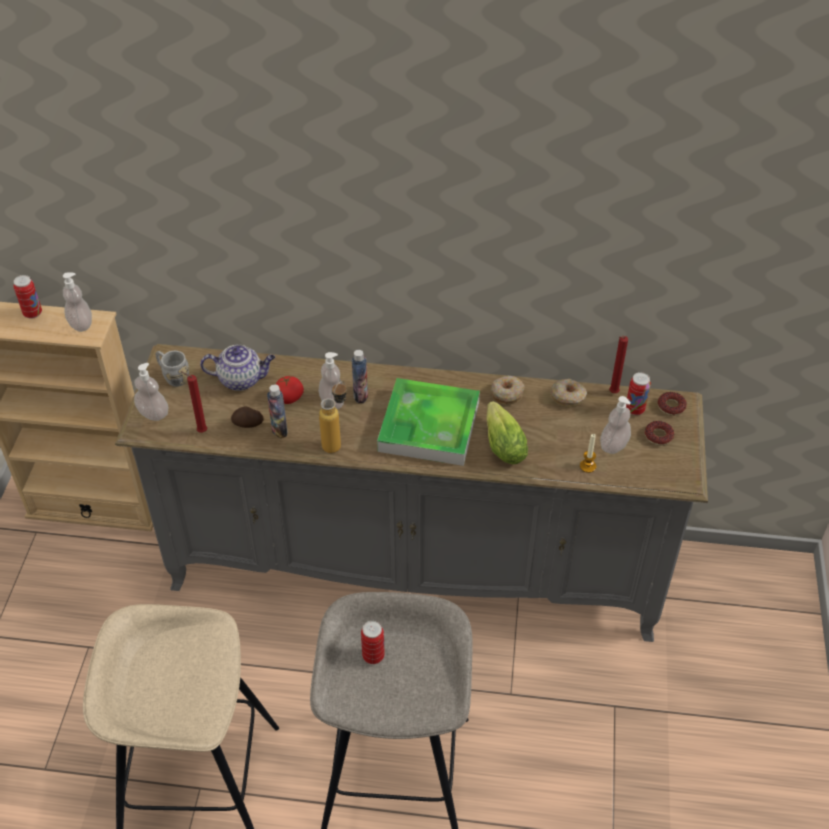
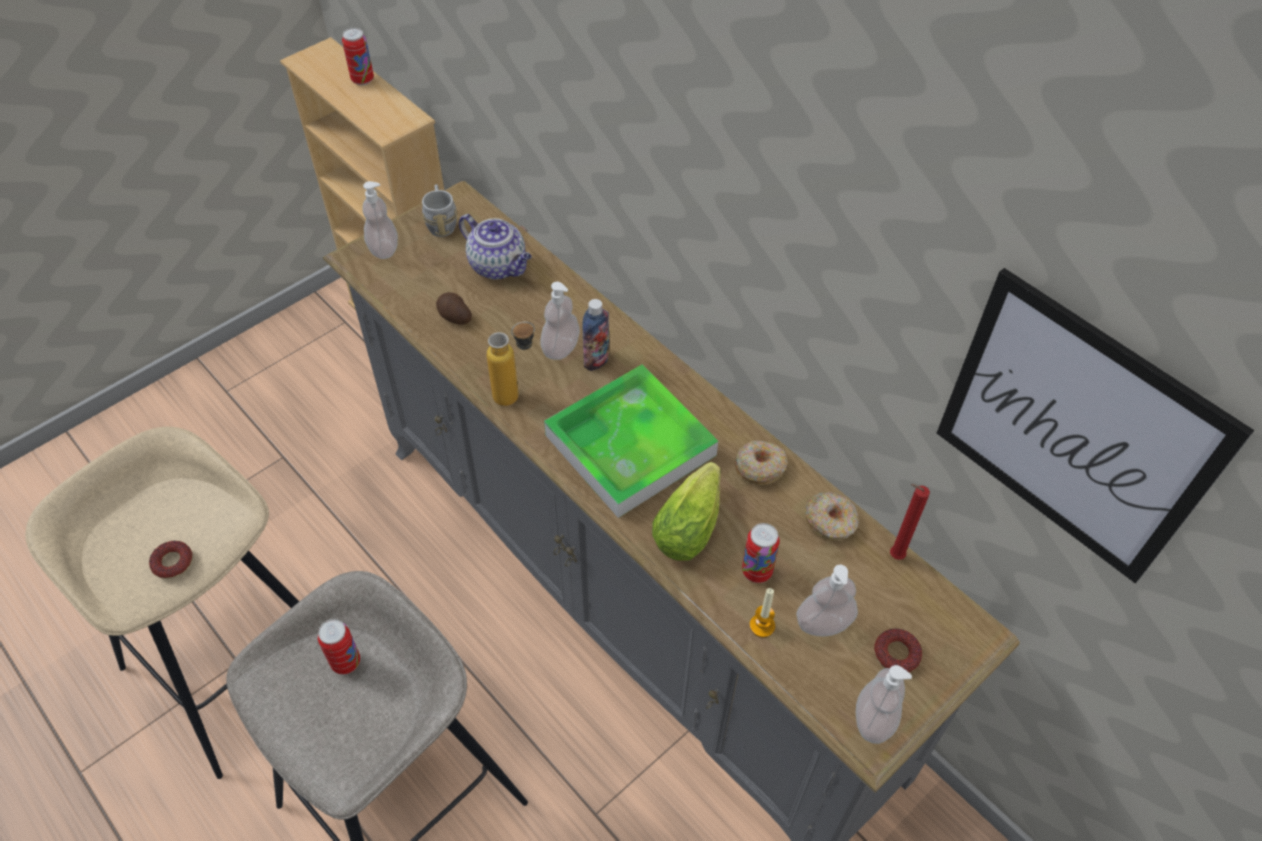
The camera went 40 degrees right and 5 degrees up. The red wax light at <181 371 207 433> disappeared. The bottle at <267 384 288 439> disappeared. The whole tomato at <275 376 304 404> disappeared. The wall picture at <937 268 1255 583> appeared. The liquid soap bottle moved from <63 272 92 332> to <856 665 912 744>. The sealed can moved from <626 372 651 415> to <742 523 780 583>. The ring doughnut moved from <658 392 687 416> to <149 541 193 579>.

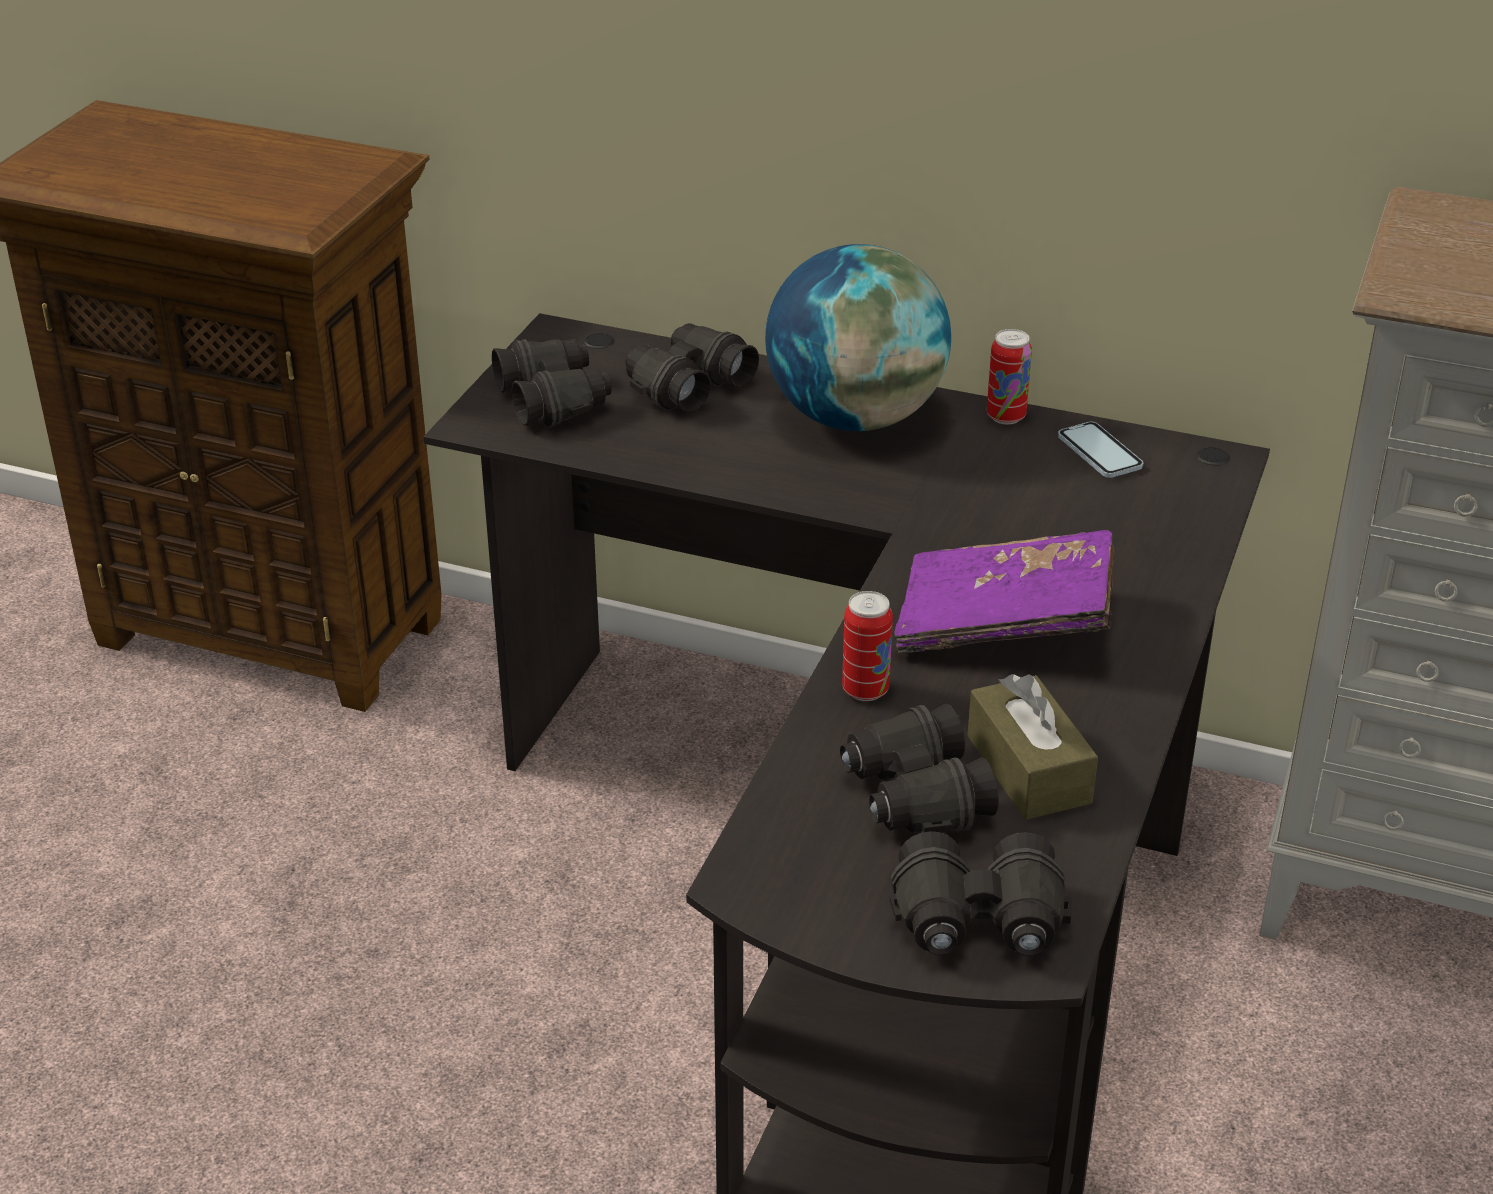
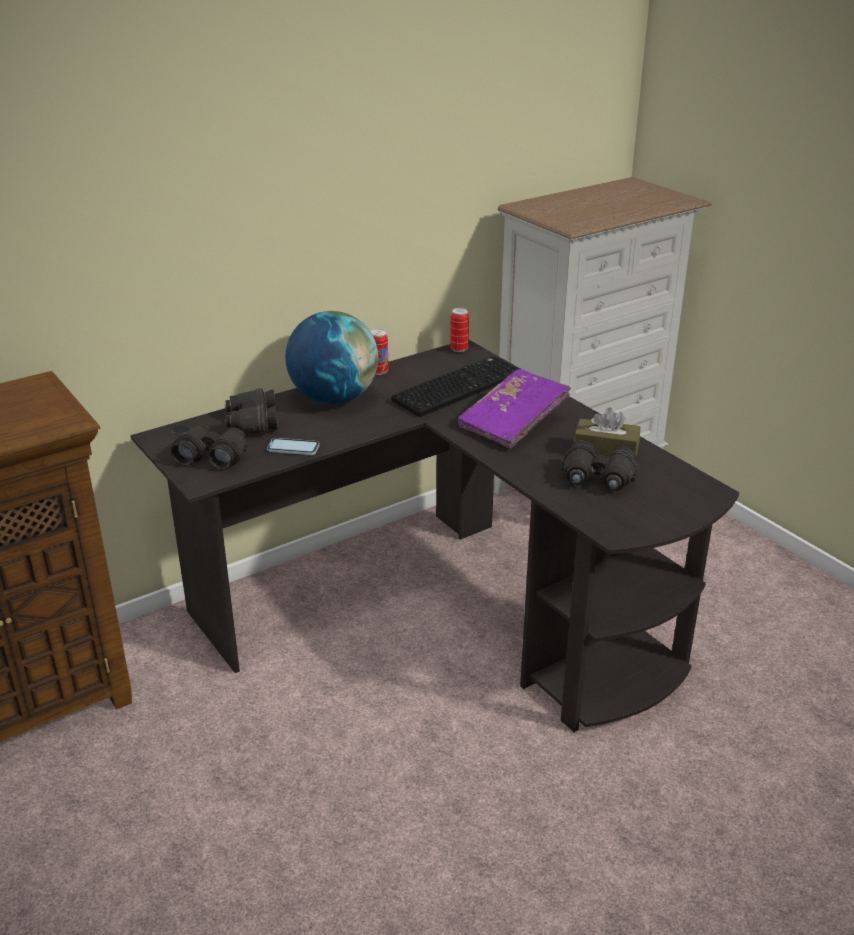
The camera went 55 degrees left and 5 degrees down. The black-coloured pair of binoculars at <890 831 1072 956> disappeared. The computer keyboard at <392 356 519 417> appeared. The sealed can moved from <842 591 893 701> to <450 308 469 352>. The phone moved from <1058 422 1143 478> to <267 438 320 455>.

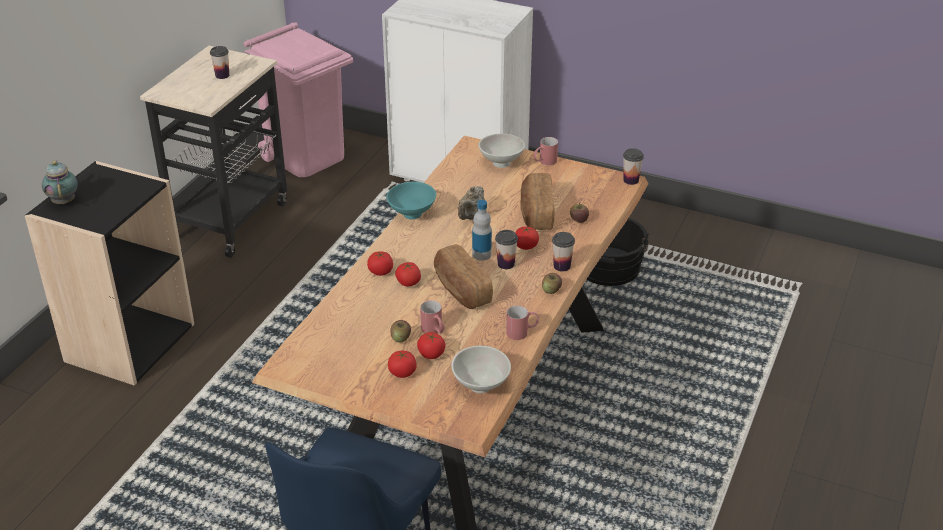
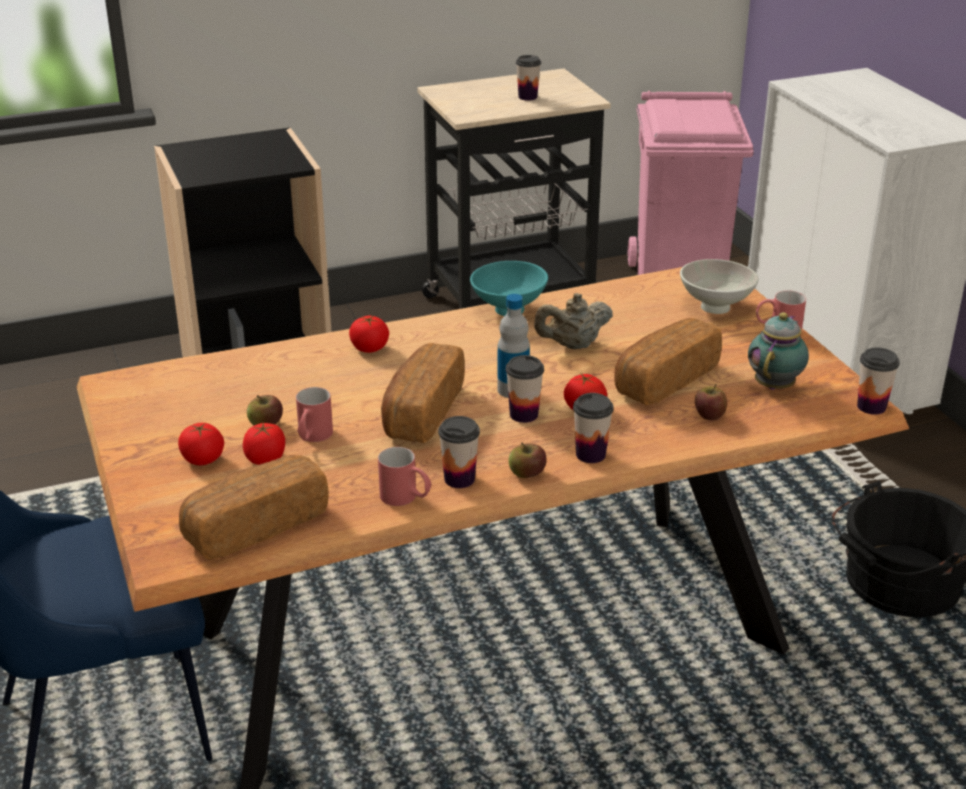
The camera went 45 degrees right and 5 degrees down. The whole tomato at <395 262 421 286> disappeared. The small cup at <438 416 480 488> appeared. The teapot moved from <42 161 78 205> to <748 312 809 390>. The white-coloured serving bowl at <451 346 511 393> was replaced by the baked bread at <179 455 329 560>.

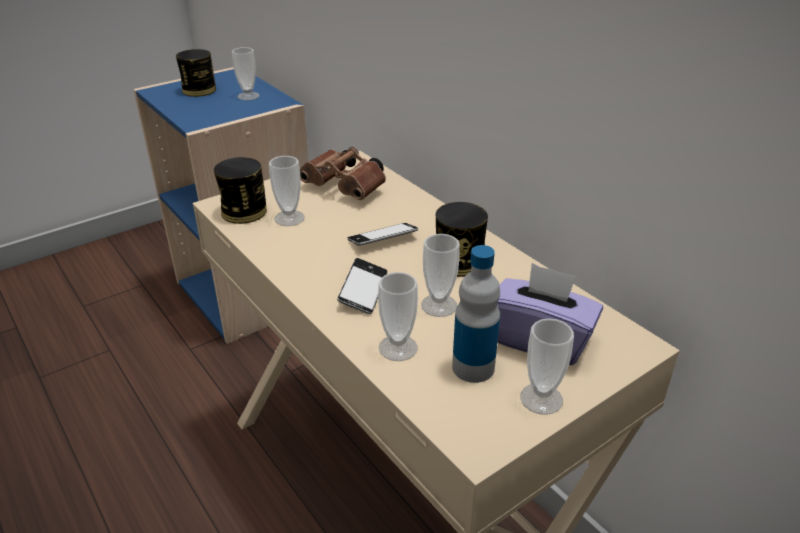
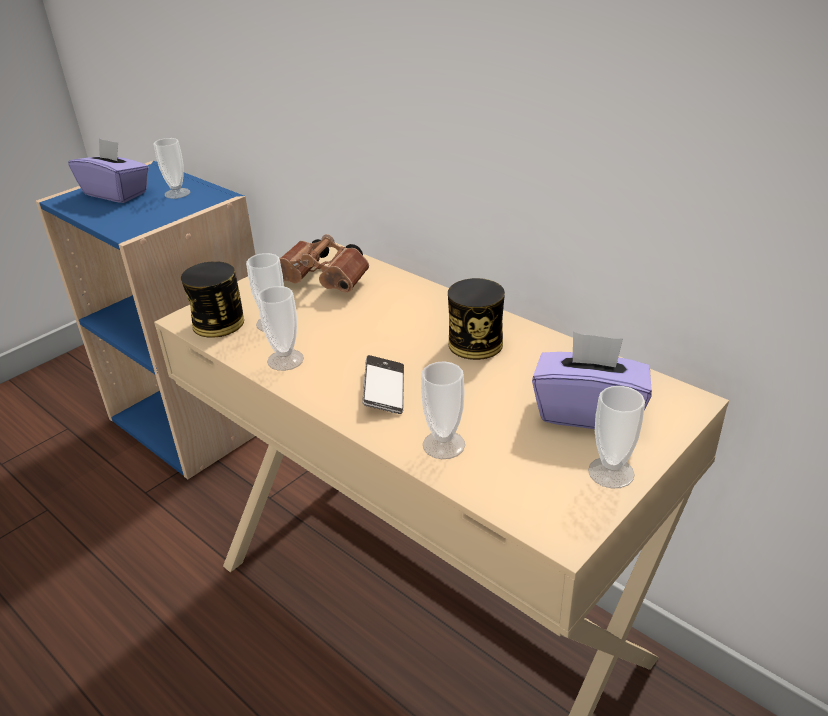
The camera went 10 degrees left and 0 degrees up. The phone at <347 223 418 246> disappeared. The bottle at <452 245 500 383> disappeared. The small cup moved from <421 234 460 317> to <257 286 304 371>. The sealed can at <176 49 216 97> was replaced by the purple-coloured tissue box at <68 138 149 203>.

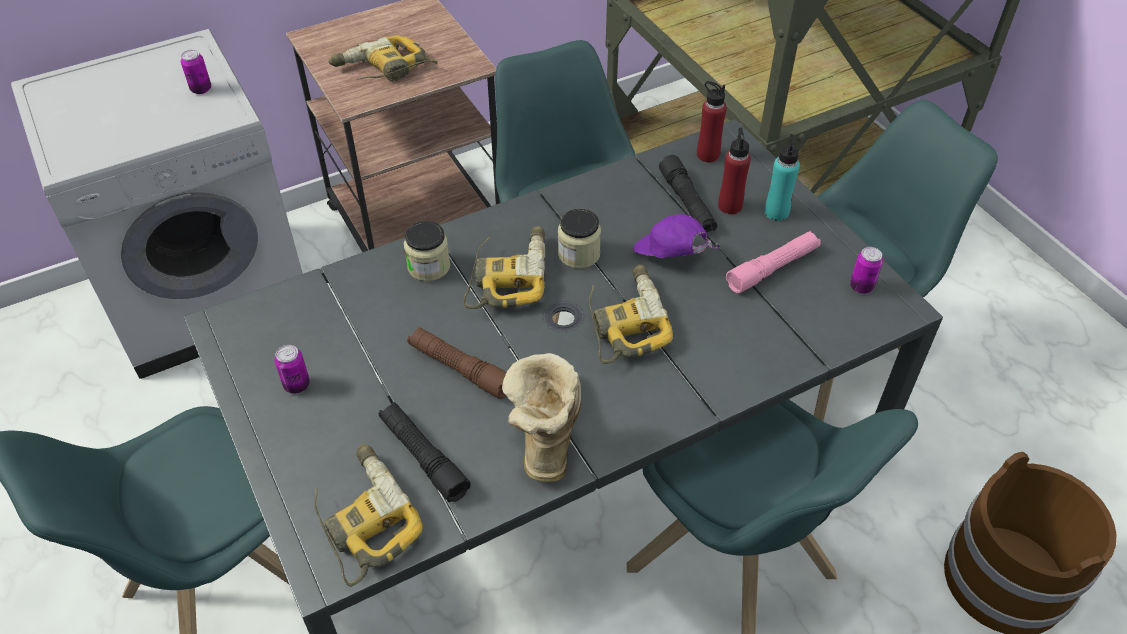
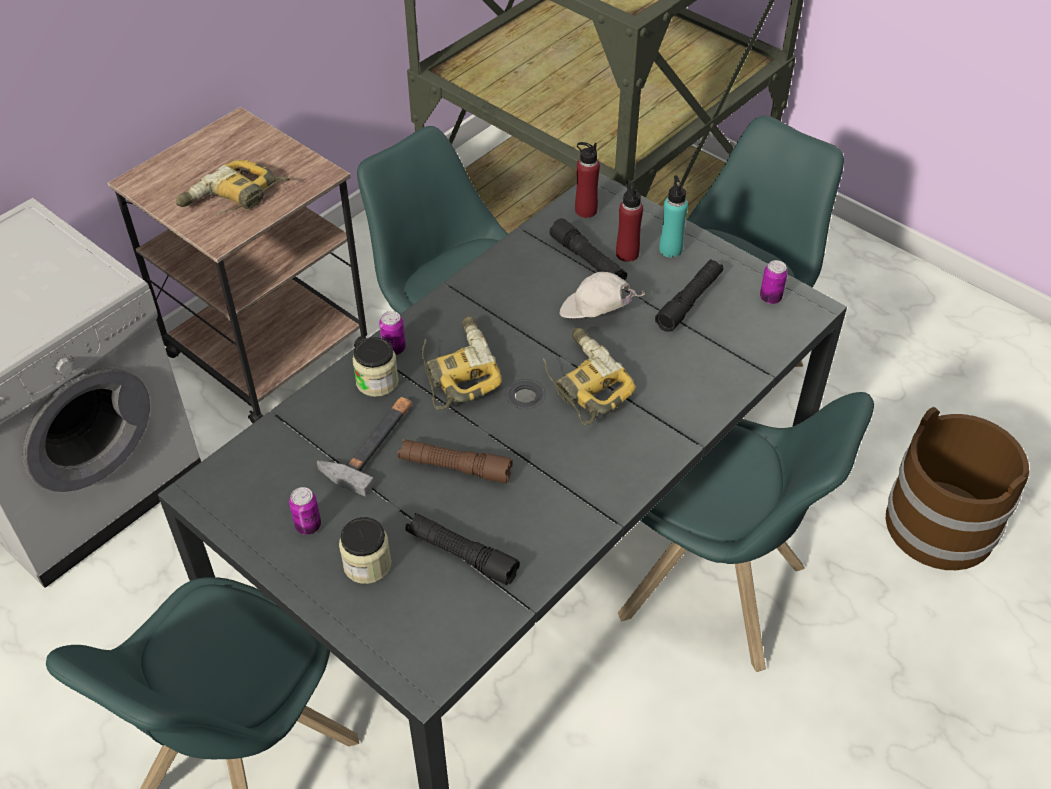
The camera went 20 degrees left and 0 degrees up. The power drill at <314 444 423 587> disappeared. The tall boot at <502 353 581 482> disappeared. The hammer at <317 397 412 497> appeared. The sealed can moved from <181 50 211 94> to <379 311 406 355>. The storage jar moved from <558 209 601 269> to <339 517 391 584>. The purple-coloured peaked cap at <633 214 721 258> became the white-coloured peaked cap at <560 272 645 318>. The pink-coloured hand torch at <726 231 821 293> became the black-coloured hand torch at <655 259 723 332>.

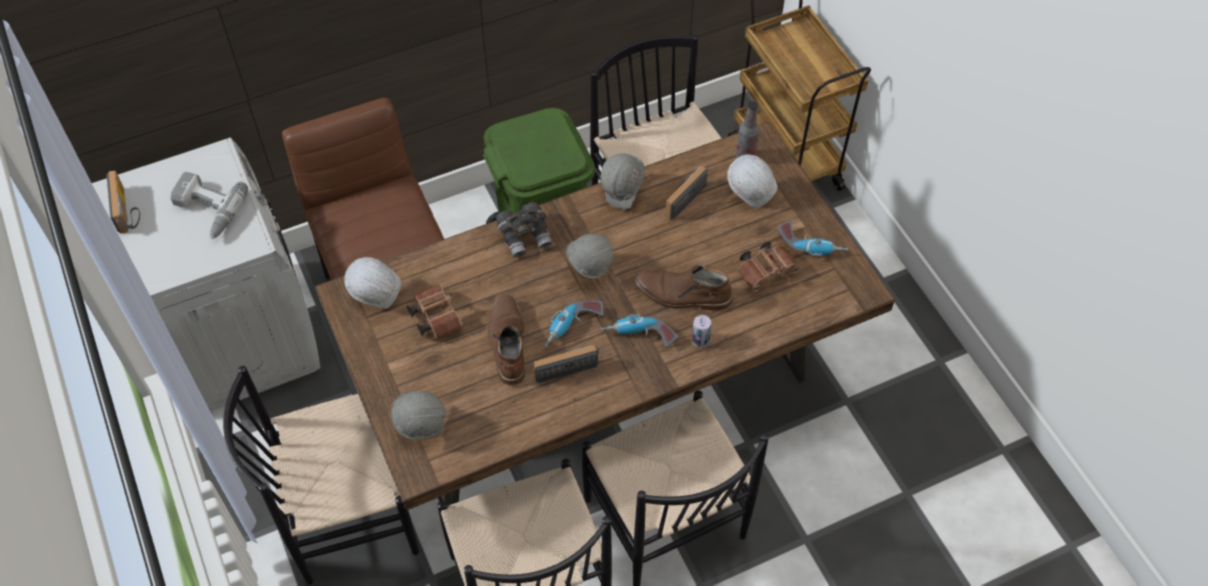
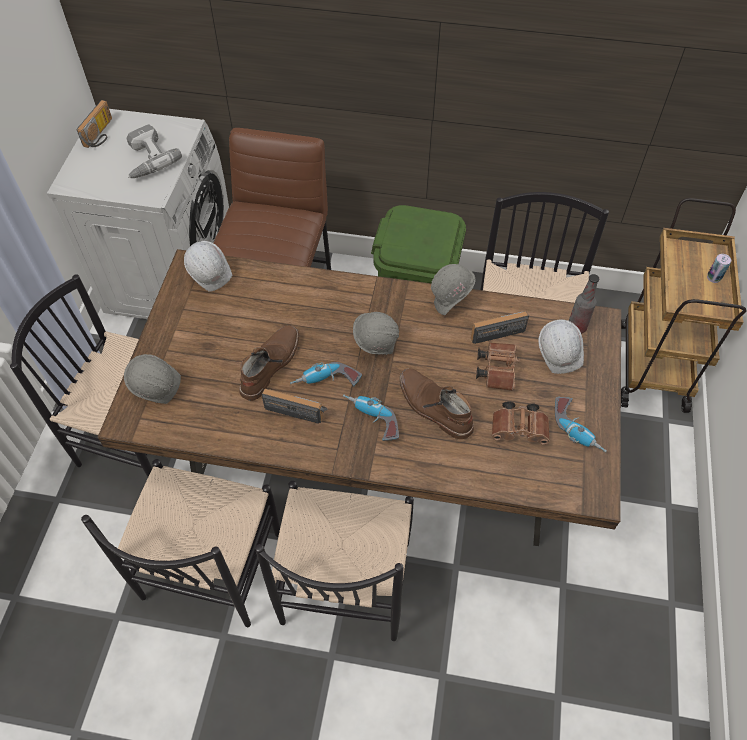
The camera went 35 degrees right and 0 degrees up. The greyish pair of binoculars at <496 202 552 257> disappeared. The brownish pair of binoculars moved from <407 284 464 339> to <476 342 519 391>. The sealed can moved from <692 315 711 348> to <707 254 731 283>.

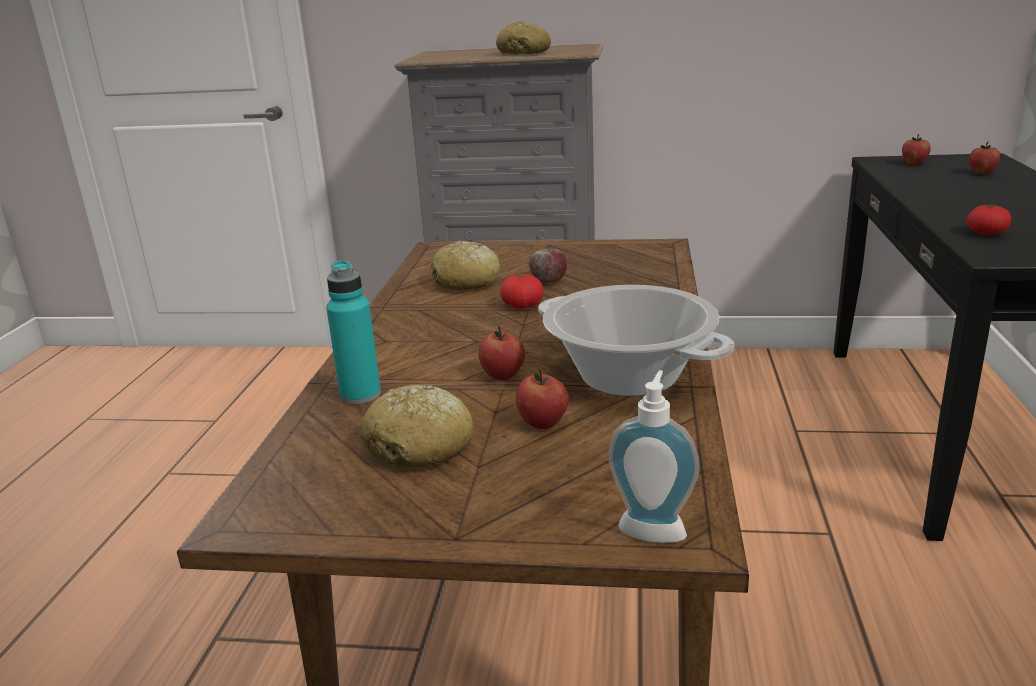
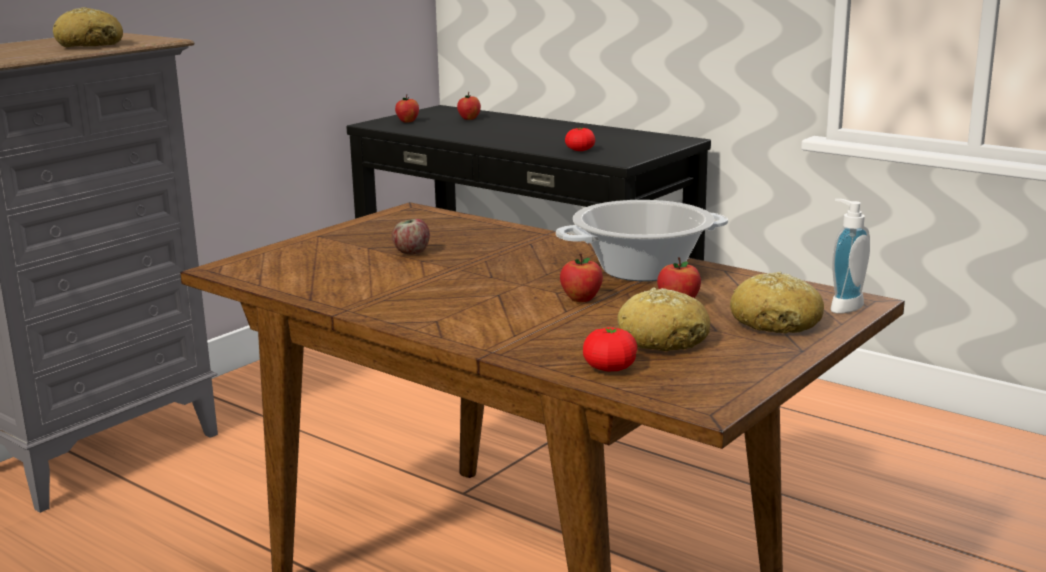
The camera went 60 degrees left and 5 degrees down. The turquoise-coloured bottle at <326 260 381 404> disappeared. The baked bread moved from <431 241 500 290> to <730 272 824 333>. The whole tomato moved from <500 274 543 309> to <583 327 637 372>.

